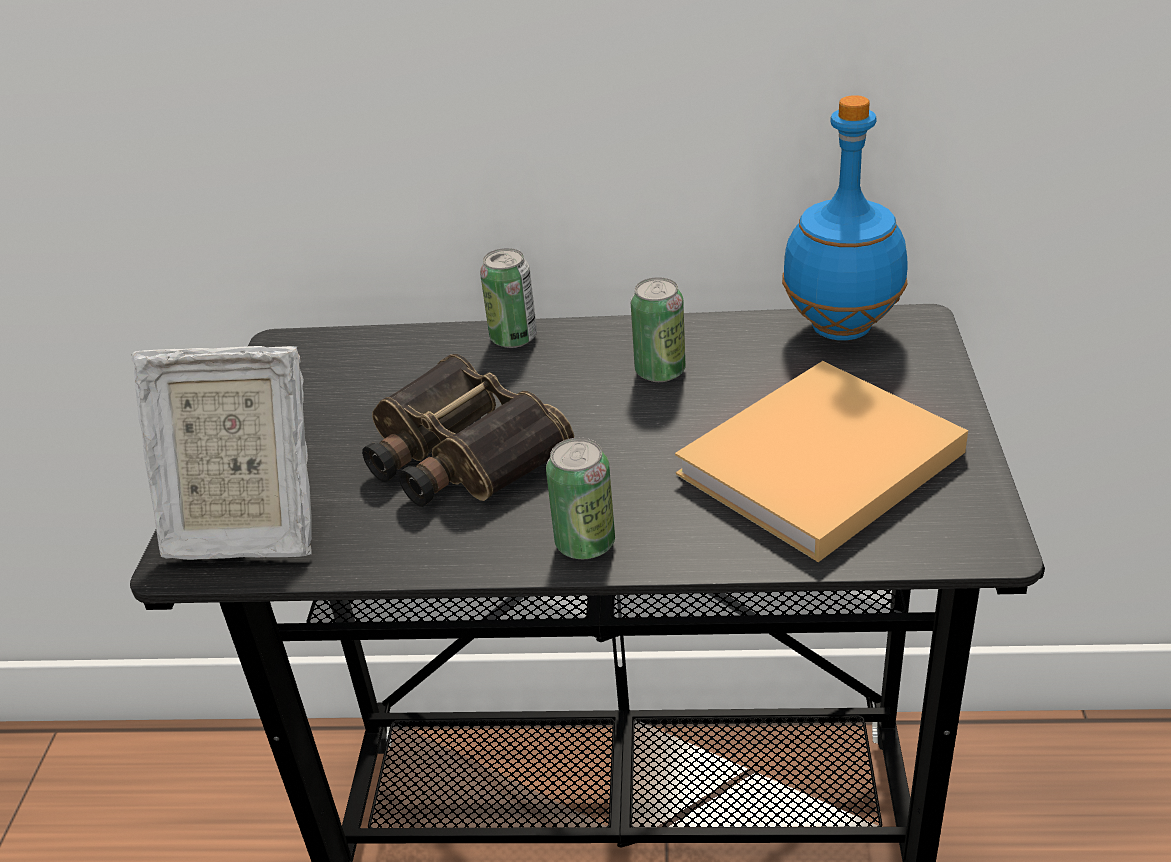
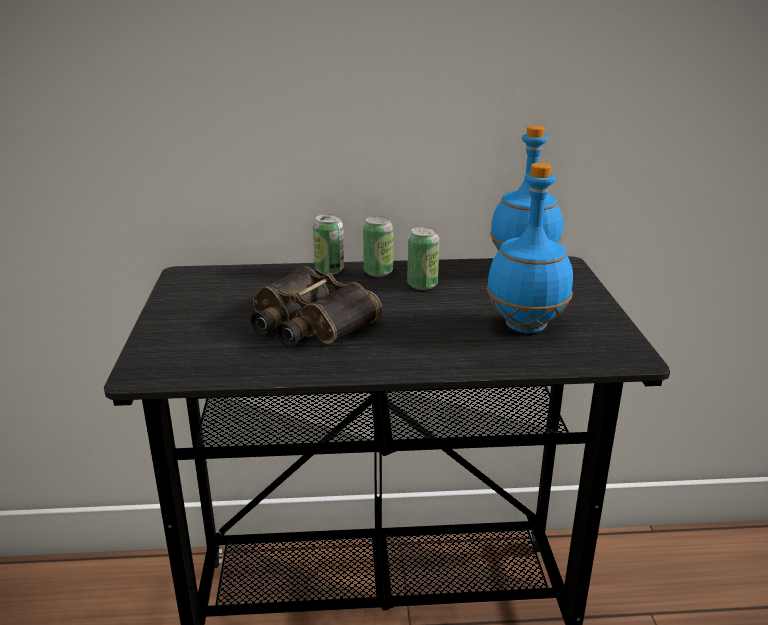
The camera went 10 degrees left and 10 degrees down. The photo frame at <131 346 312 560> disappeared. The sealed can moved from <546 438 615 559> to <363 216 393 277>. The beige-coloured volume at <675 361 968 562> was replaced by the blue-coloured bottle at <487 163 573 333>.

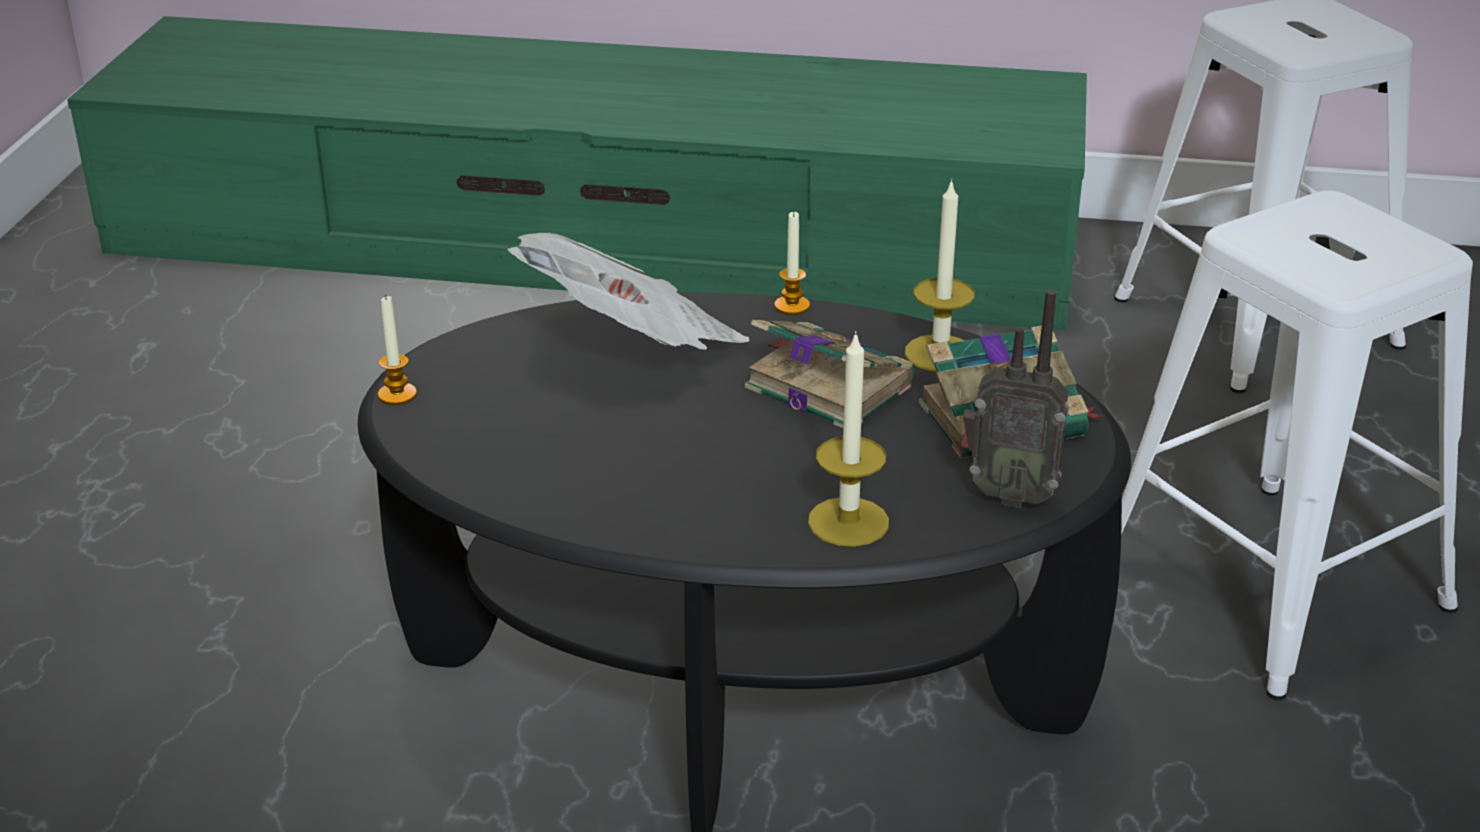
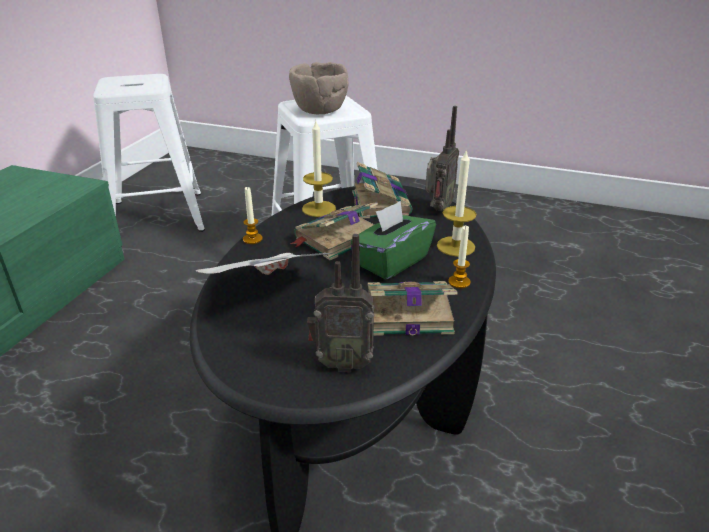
The camera went 80 degrees left and 0 degrees up. The brownish serving bowl at <289 62 349 114> appeared. The radio set at <307 234 375 372> appeared. The green-coloured tissue box at <351 201 436 279> appeared. The volume at <368 281 457 336> appeared. The wax light moved from <378 295 417 405> to <448 226 471 288>.

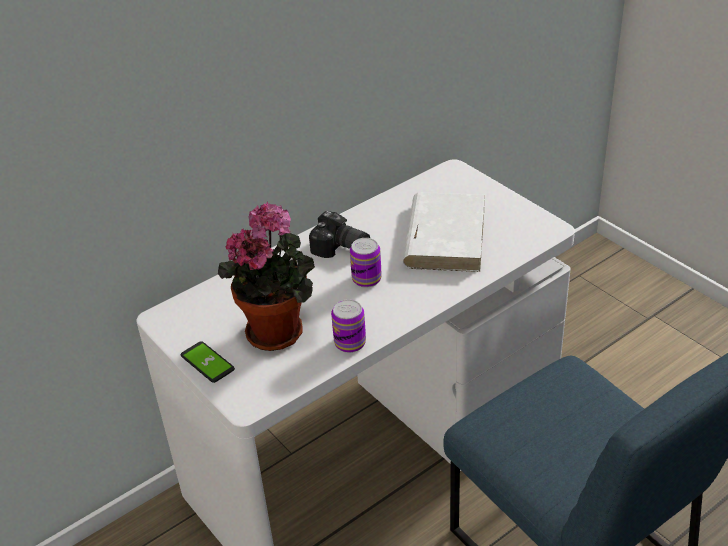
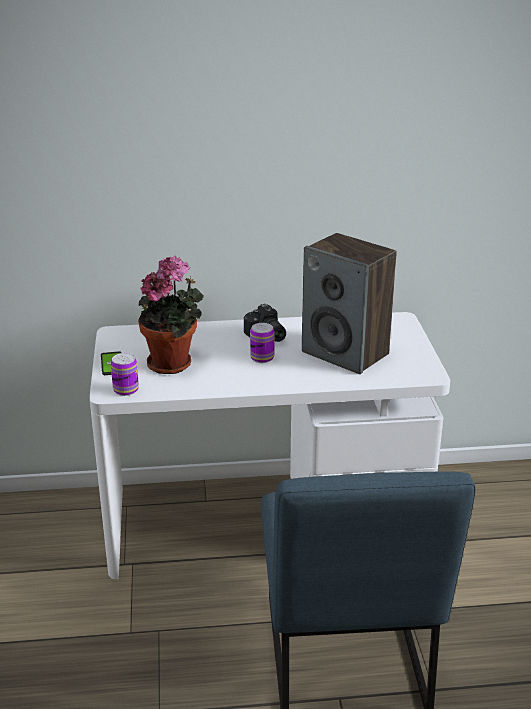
The camera went 30 degrees right and 10 degrees down. The sealed can moved from <331 299 366 353> to <111 353 139 396>. The white-coloured volume at <403 192 485 272> was replaced by the audio speaker at <302 233 397 374>.

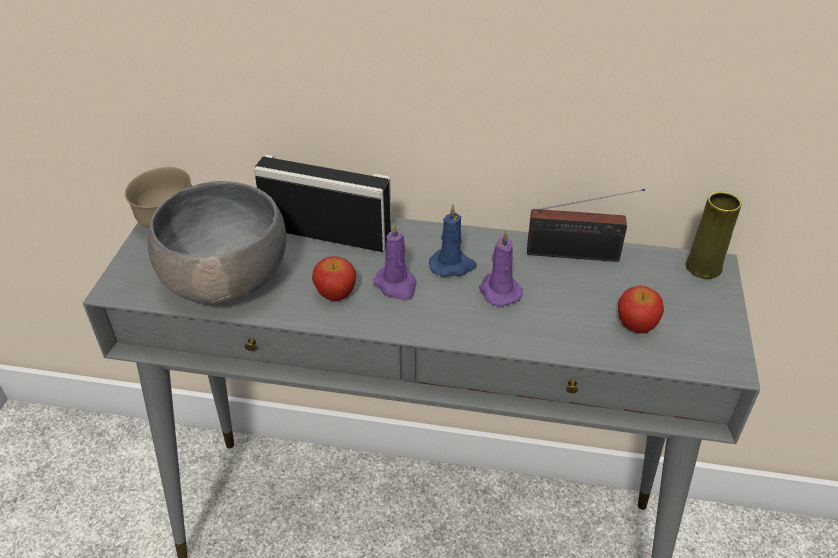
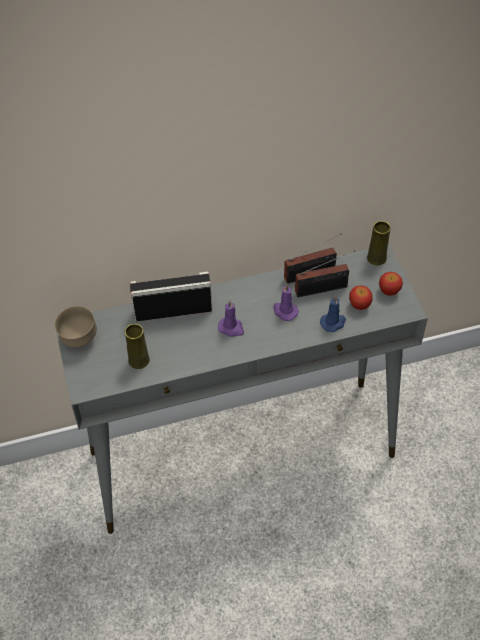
The camera went 25 degrees left and 10 degrees up. The radio set at <295 250 355 297> appeared. The apple moved from <312 256 356 301> to <379 272 403 296>. The blue-coloured wax light moved from <429 204 477 277> to <320 295 346 332>. The greyish serving bowl at <148 181 286 304> was replaced by the yellowish vase at <124 324 150 369>.

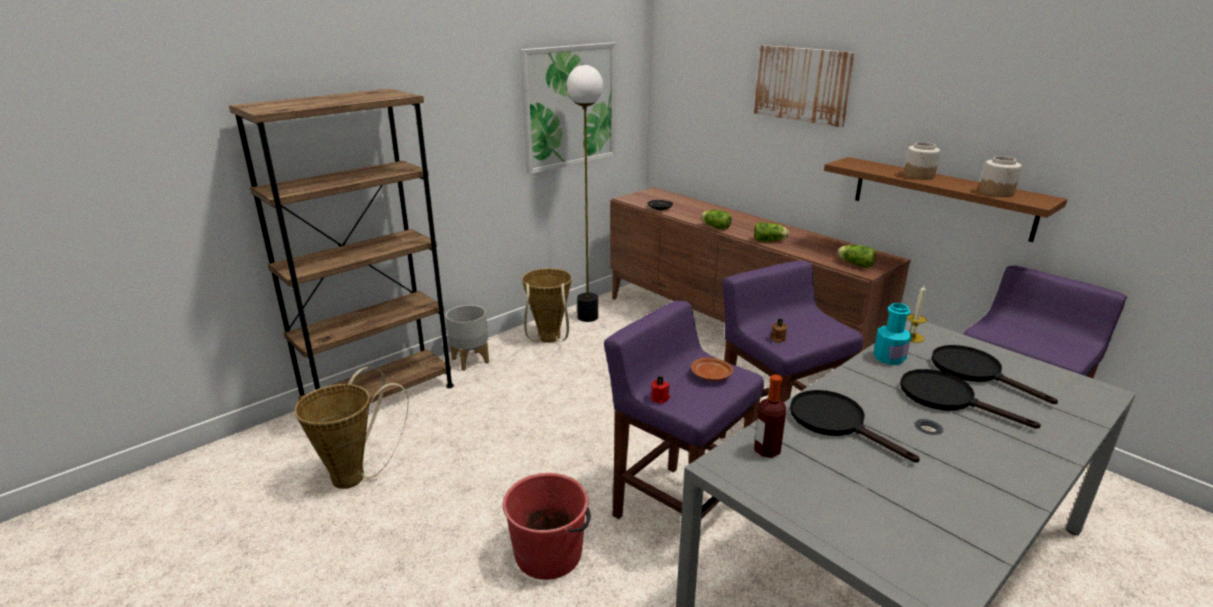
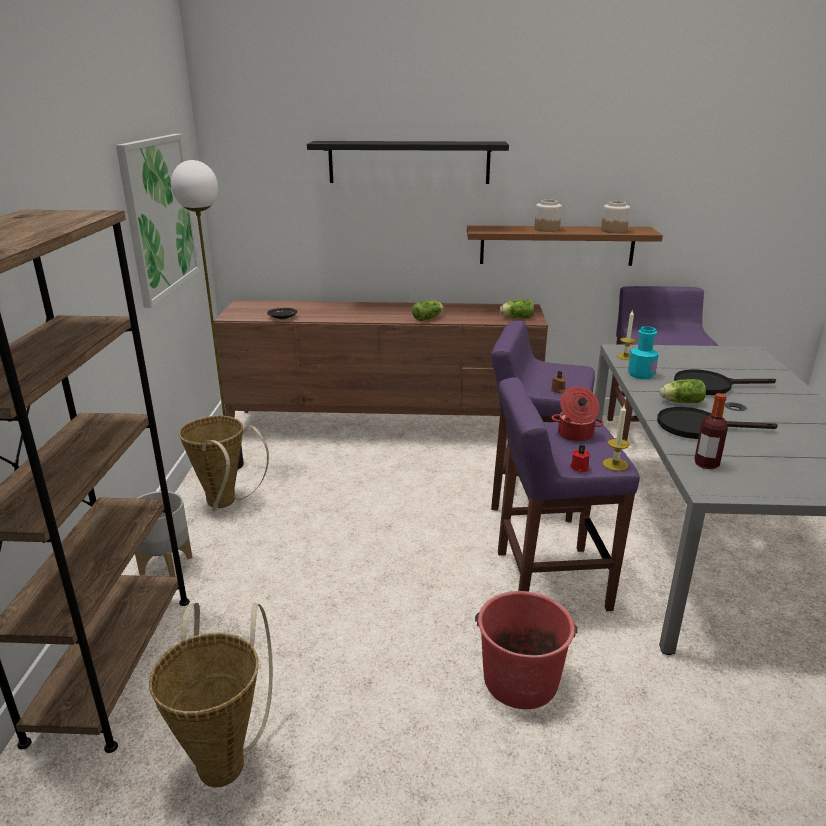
The camera went 45 degrees left and 0 degrees up. The black-coloured frying pan at <931 345 1058 404> disappeared. The wax light at <603 405 630 471> appeared. The lettuce head moved from <701 210 732 230> to <660 379 706 403>. The brownish flat dish at <691 357 733 381> was replaced by the stockpot at <551 386 604 442>. The wall picture at <754 45 855 127> was replaced by the black-coloured bracket shelf at <307 141 509 184>.

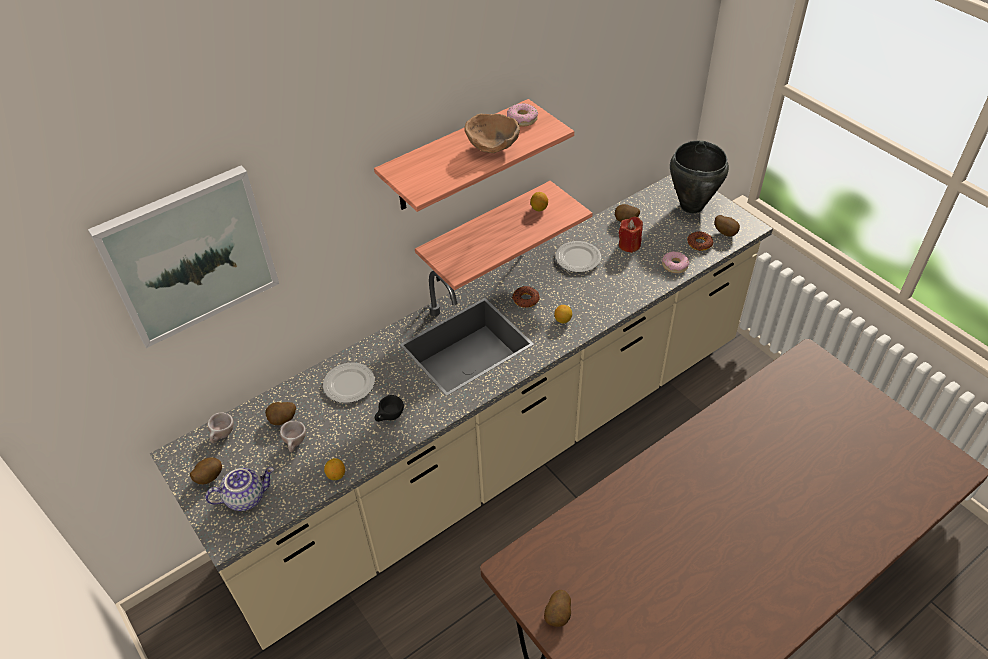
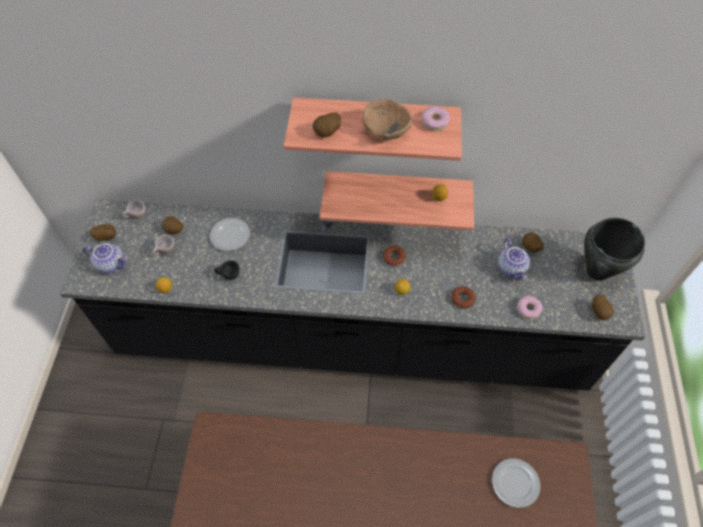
The camera went 40 degrees right and 10 degrees up. The wall picture at <88 165 279 348> disappeared. The potato moved from <544 590 571 627> to <312 113 341 137>. The flat dish moved from <556 241 601 272> to <492 458 541 508>. The ring doughnut moved from <687 231 714 251> to <451 286 476 308>. The red wax light at <619 217 643 253> was replaced by the teapot at <498 238 530 281>. The beige-coloured kitchen counter at <150 175 773 650> became the black-coloured kitchen counter at <60 199 645 391>.

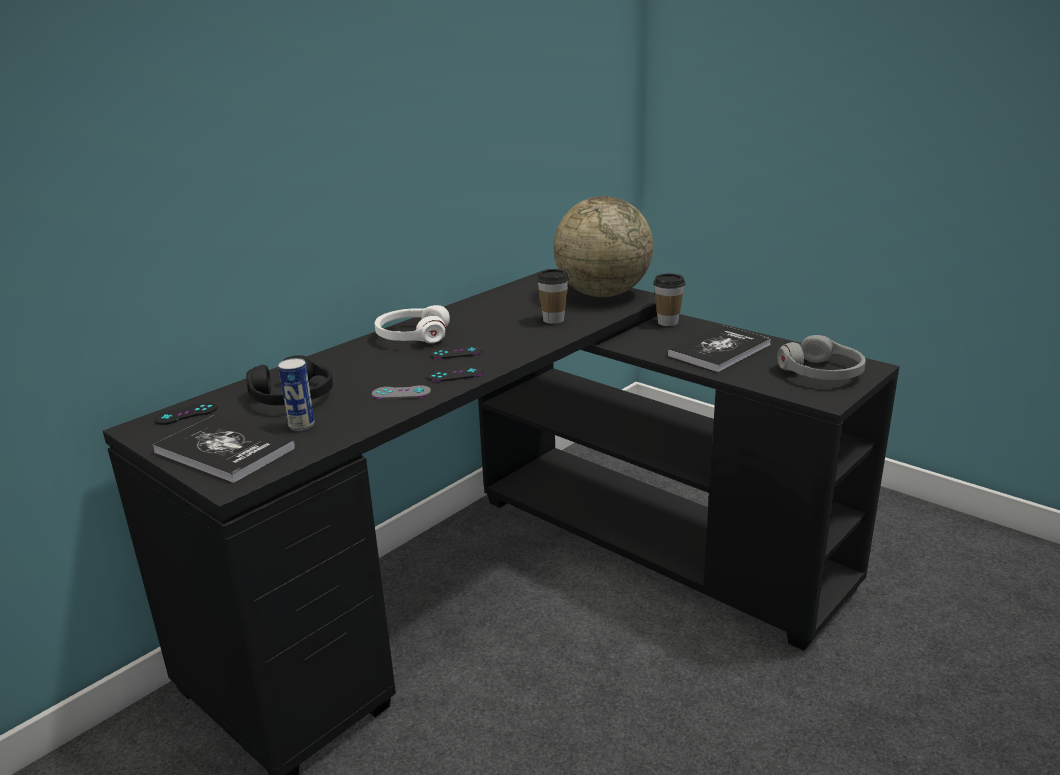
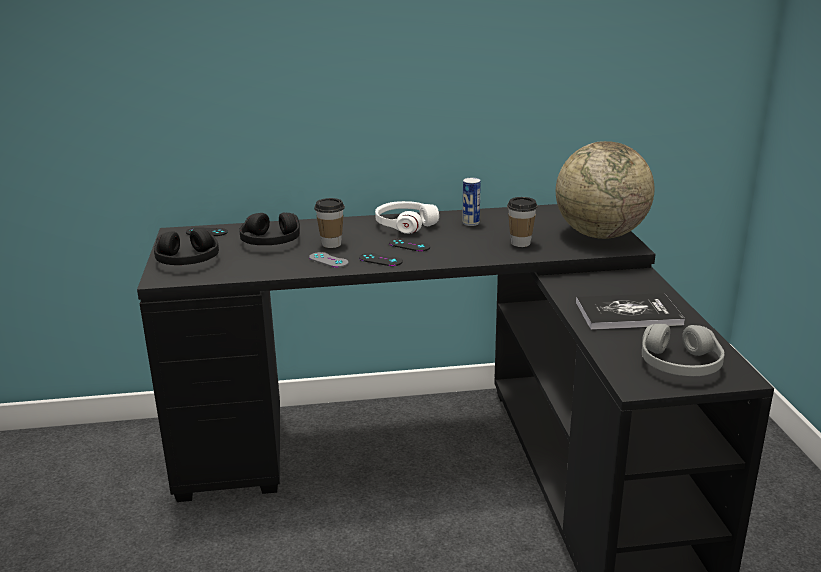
The camera went 40 degrees right and 0 degrees up. The sealed can moved from <278 358 315 431> to <462 178 481 226>. The small cup moved from <653 274 686 326> to <314 198 345 248>. The volume at <152 415 295 483> was replaced by the black-coloured headset at <154 229 219 265>.

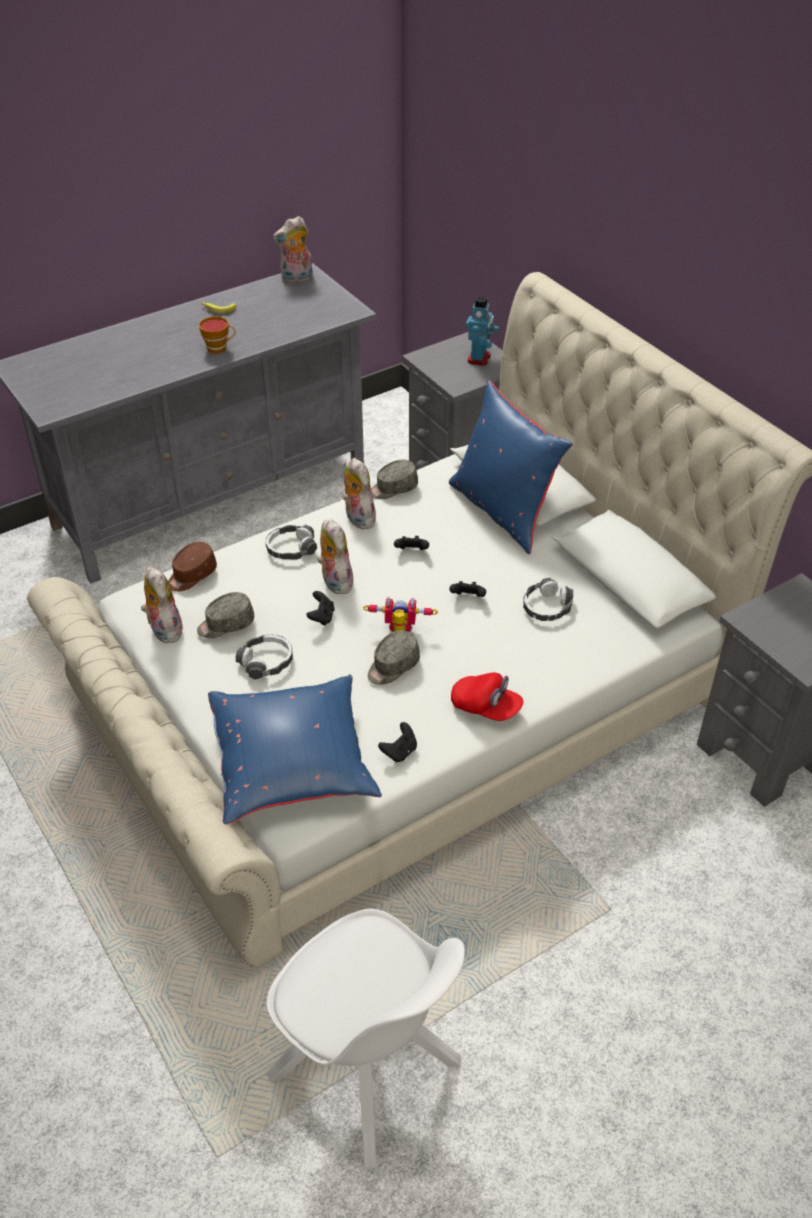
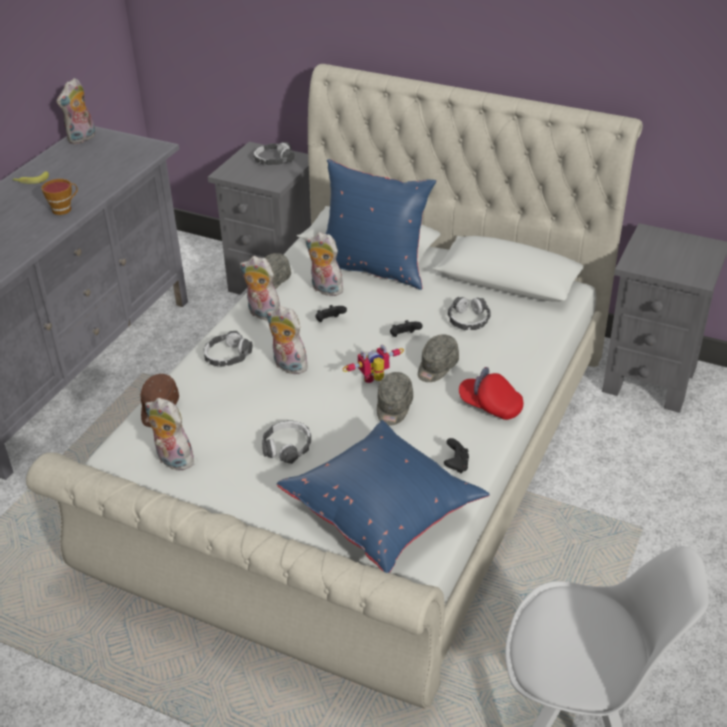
The camera went 30 degrees left and 5 degrees down. The black-coloured game controller at <307 591 335 626> disappeared. The soft toy at <305 232 343 296> appeared. The greyish peaked cap moved from <197 592 254 638> to <418 334 459 382>. The model robot at <466 296 499 366> was replaced by the headset at <254 142 295 165>. The red peaked cap at <451 672 523 721> turned 150 degrees counterclockwise.

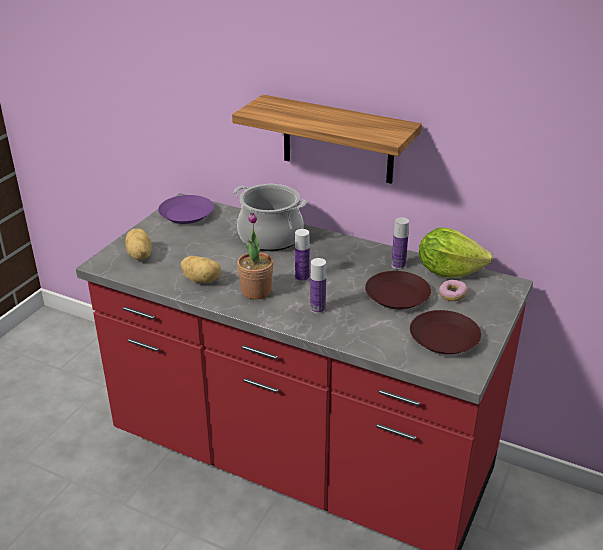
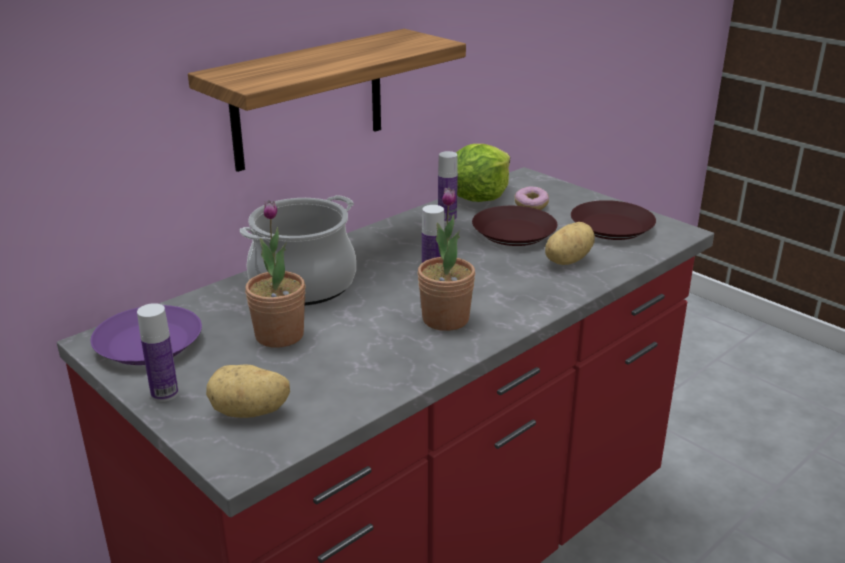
The camera went 70 degrees left and 5 degrees down. The potted plant at <245 200 306 348> appeared. The potato moved from <181 256 221 283> to <545 222 595 265>. The bottle moved from <310 258 326 314> to <137 303 179 402>.

